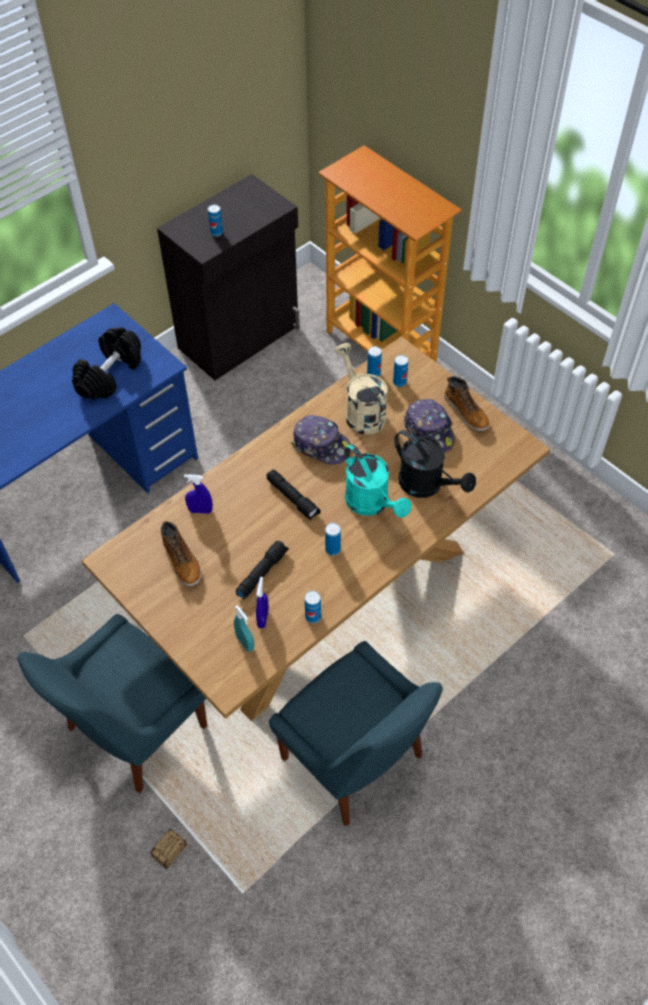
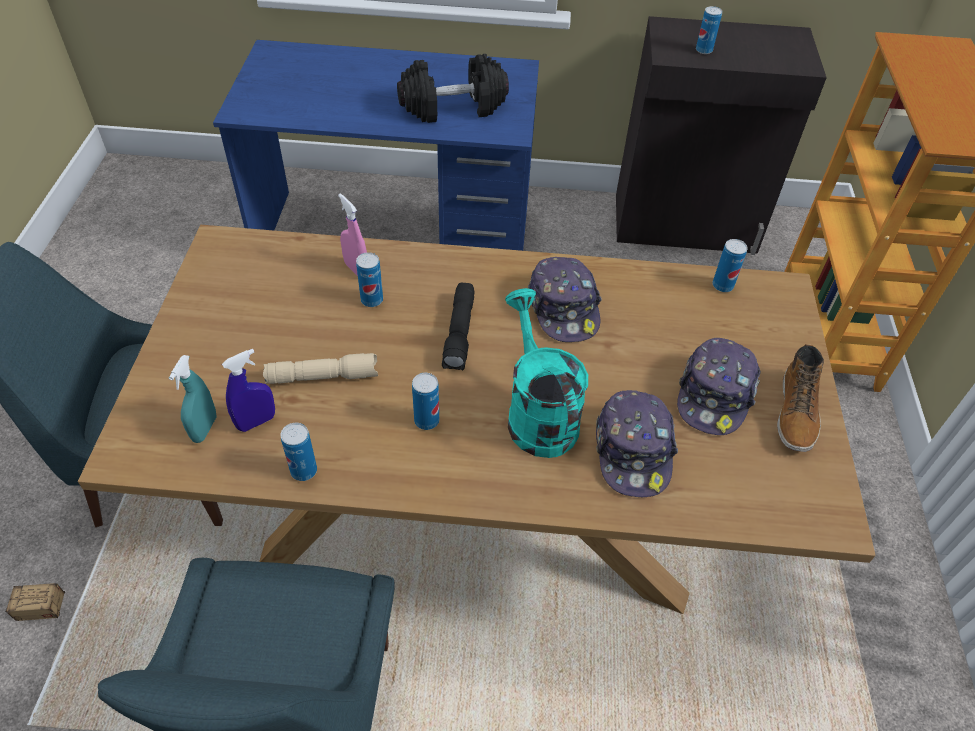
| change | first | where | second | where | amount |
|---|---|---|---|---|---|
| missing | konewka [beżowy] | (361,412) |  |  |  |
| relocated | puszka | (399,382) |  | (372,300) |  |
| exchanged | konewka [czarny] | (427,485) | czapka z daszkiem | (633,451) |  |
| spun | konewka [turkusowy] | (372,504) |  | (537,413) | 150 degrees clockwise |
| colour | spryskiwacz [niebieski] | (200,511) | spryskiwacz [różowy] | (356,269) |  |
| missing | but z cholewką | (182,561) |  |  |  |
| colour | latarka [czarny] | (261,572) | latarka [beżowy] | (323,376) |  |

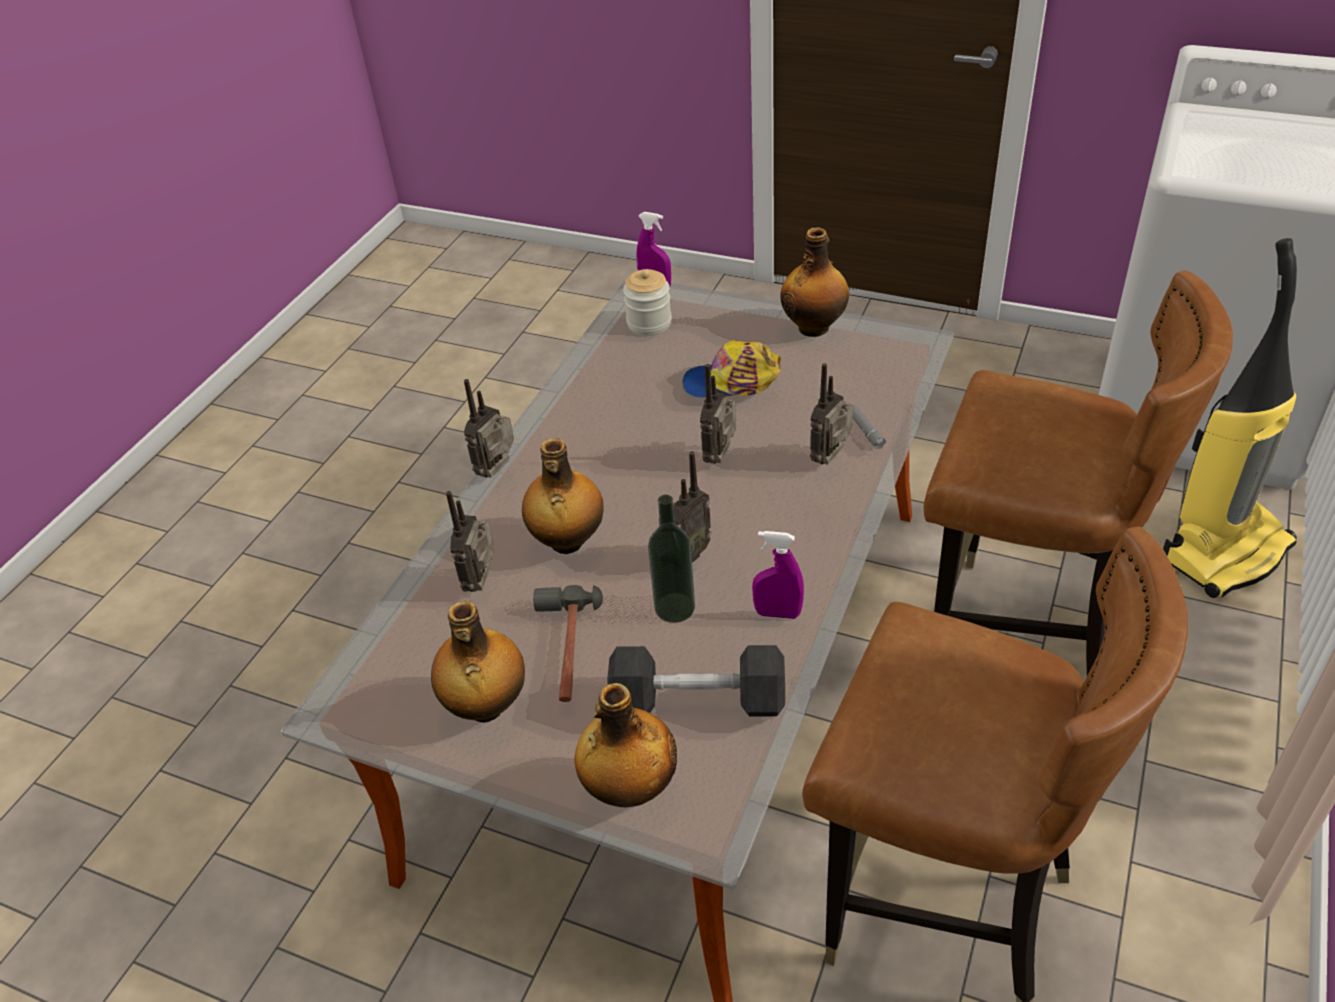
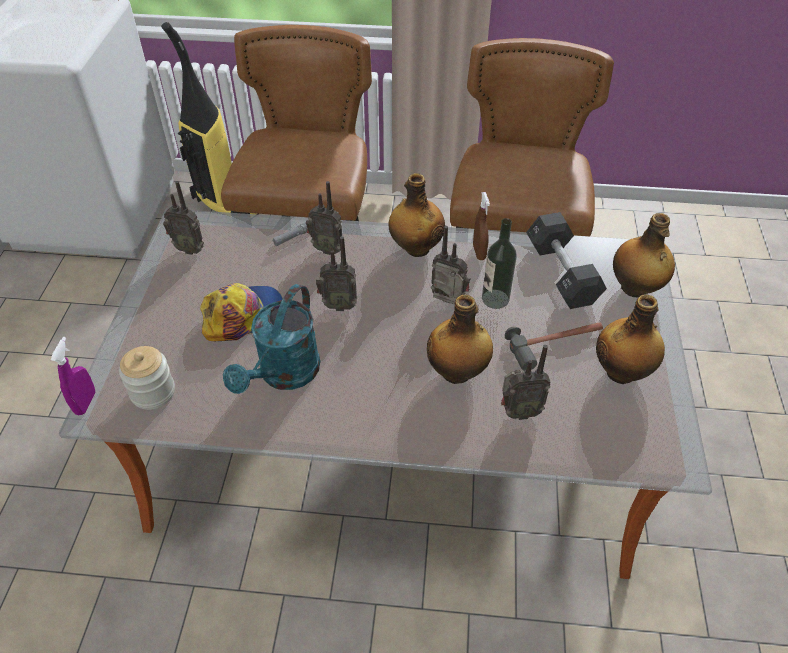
| change | first | where | second | where | amount |
|---|---|---|---|---|---|
| relocated | butelka | (814,327) |  | (416,248) |  |
| spun | czapka z daszkiem | (732,383) |  | (244,316) | 90 degrees counterclockwise |
| relocated | radio | (499,471) |  | (190,249) |  |
| colour | spryskiwacz [fioletowy] | (777,613) | spryskiwacz [brązowy] | (479,252) |  |
| appeared |  |  | konewka [turkusowy] | (284,375) |  |

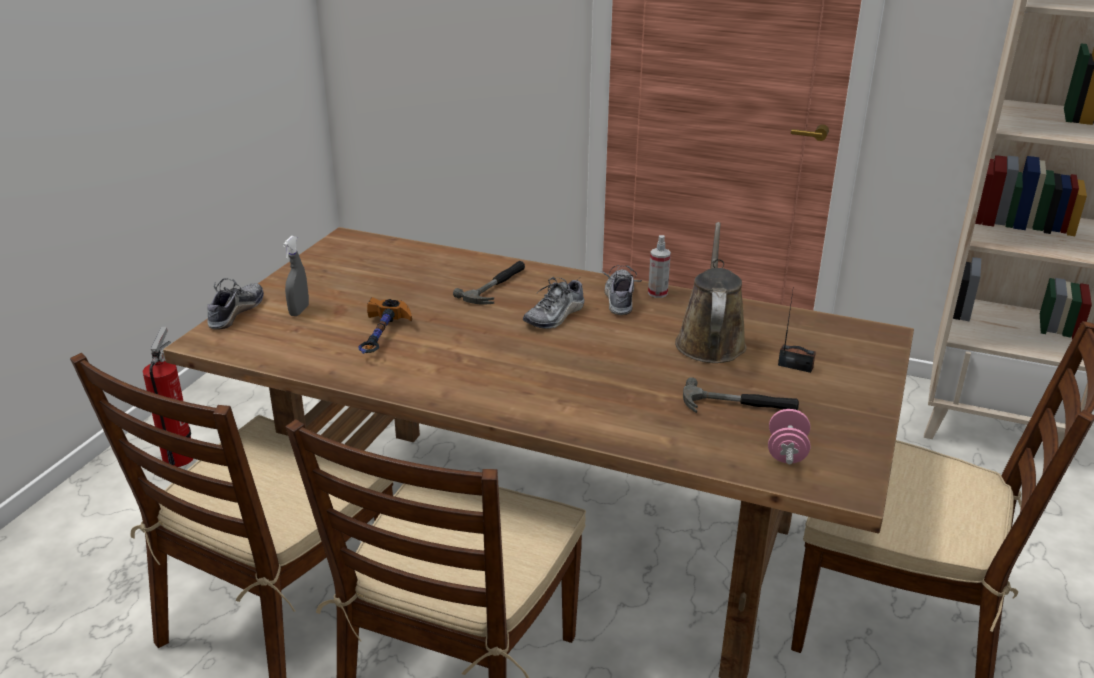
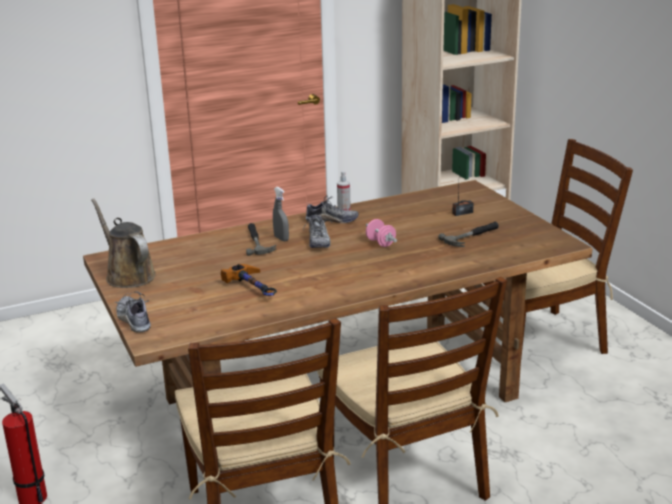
| change | first | where | second | where | amount |
|---|---|---|---|---|---|
| relocated | konewka [brązowy] | (710,341) |  | (128,275) |  |
| relocated | spryskiwacz [szary] | (299,311) |  | (281,238) |  |
| spun | but | (620,299) |  | (332,220) | 135 degrees clockwise |
| relocated | hantel [różowy] | (786,452) |  | (380,243) |  |

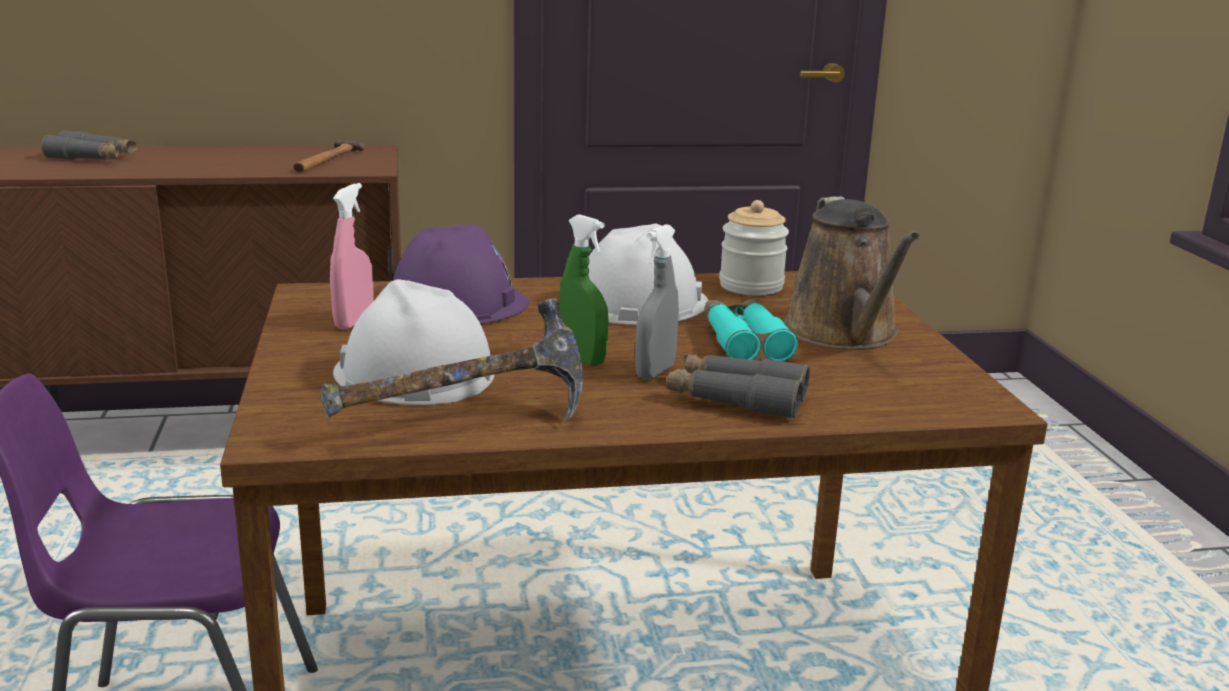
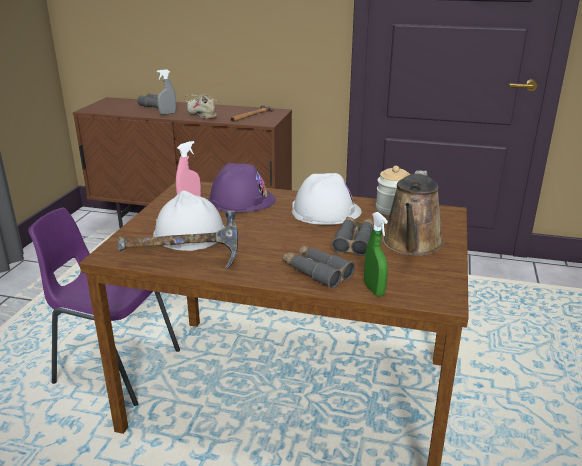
| change | first | where | second | where | amount |
|---|---|---|---|---|---|
| relocated | spryskiwacz [zielony] | (582,359) |  | (374,290) |  |
| relocated | spryskiwacz [szary] | (655,372) |  | (167,114) |  |
| colour | lornetka [turkusowy] | (744,342) | lornetka [szary] | (354,241) |  |
| appeared |  |  | but [beżowy] | (202,114) |  |

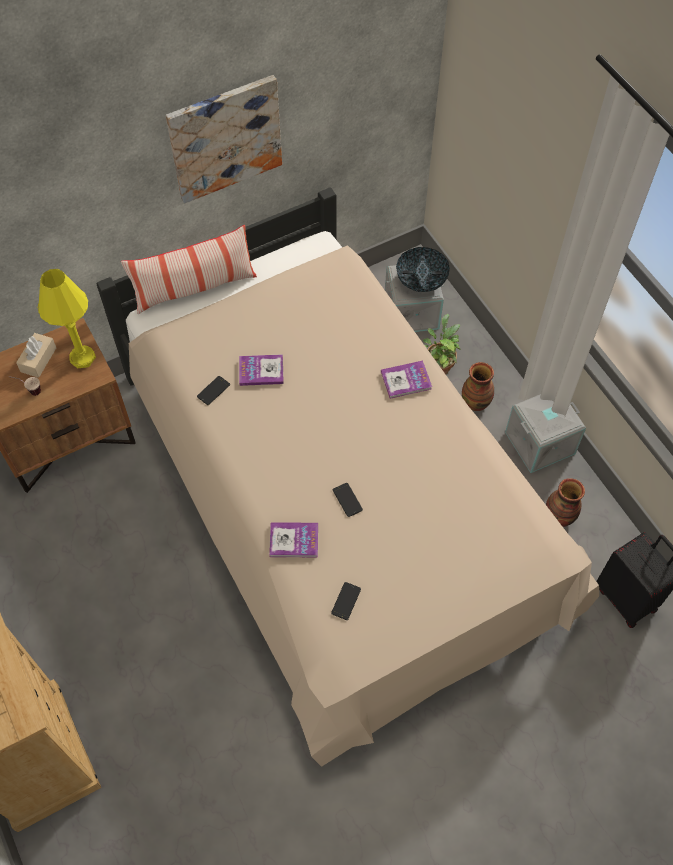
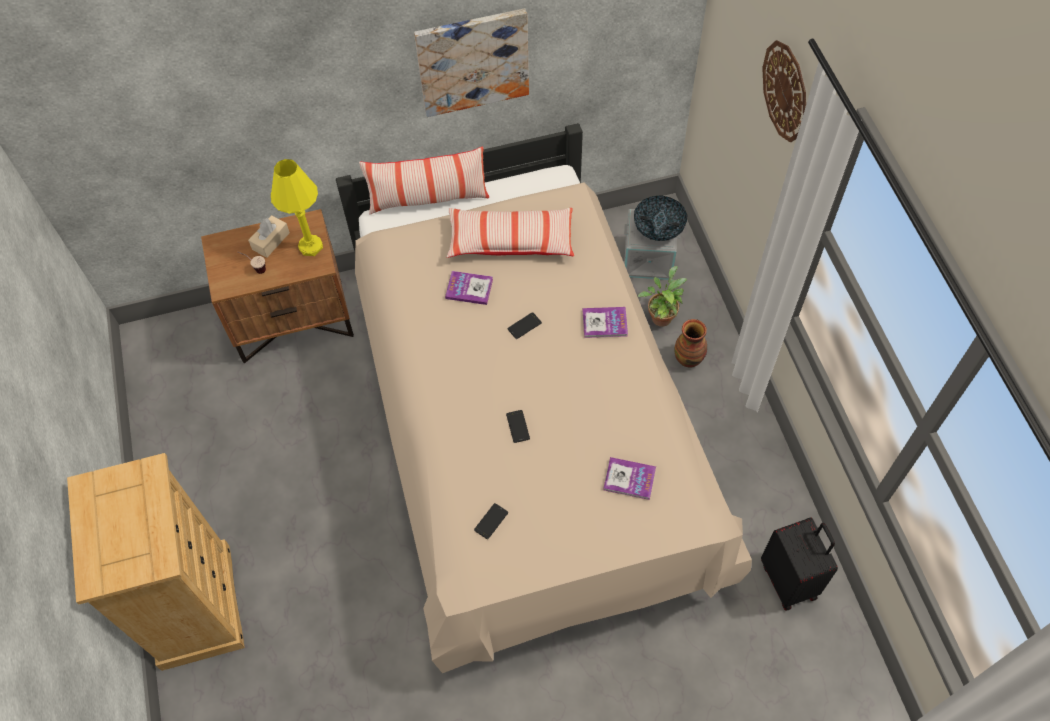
| change | first | where | second | where | amount |
|---|---|---|---|---|---|
| relocated | telefon | (213,390) |  | (524,326) |  |
| missing | pojemnik do przechowywania [szary] | (539,442) |  |  |  |
| missing | wazon | (559,517) |  |  |  |
| relocated | książka | (294,540) |  | (629,479) |  |
| appeared |  |  | zegar ścienny | (785,91) |  |
| appeared |  |  | poduszka | (511,241) |  |

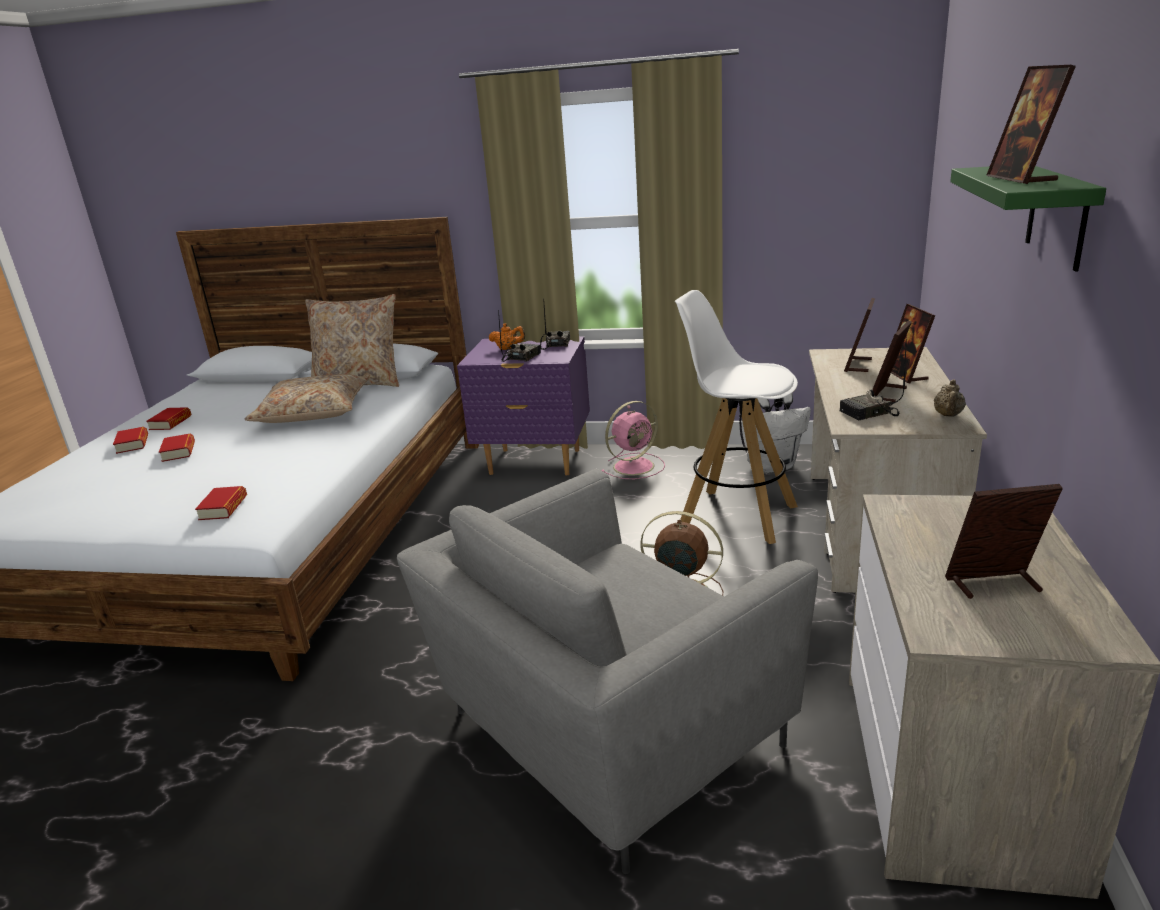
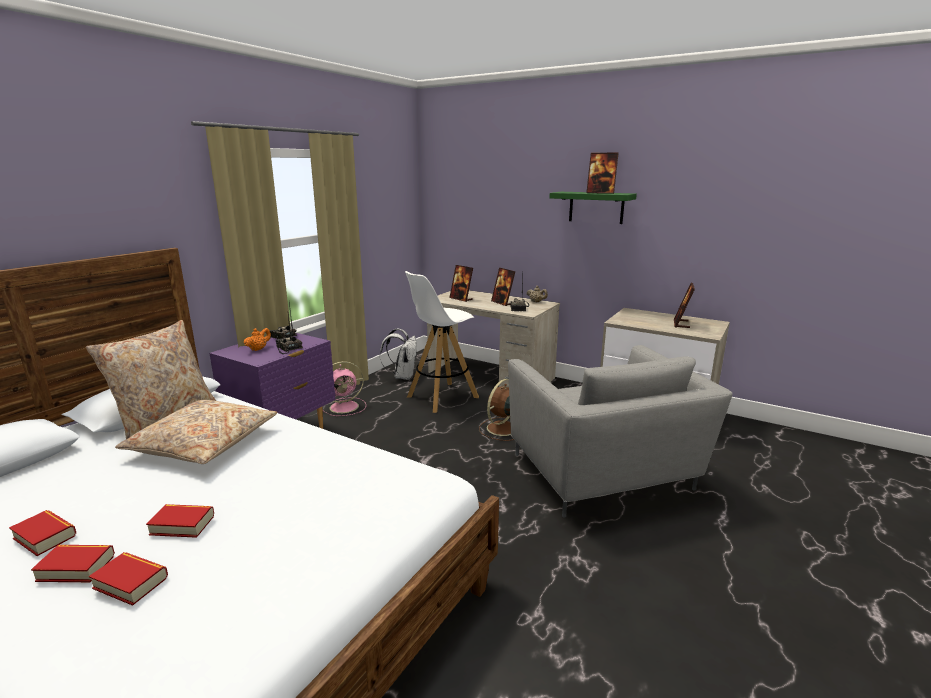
| change | first | where | second | where | amount |
|---|---|---|---|---|---|
| missing | ramka na zdjęcie | (906,375) |  |  |  |
| spun | wentylator [różowy] | (635,466) |  | (345,407) | 75 degrees clockwise |
| relocated | książka | (223,508) |  | (131,582) |  |

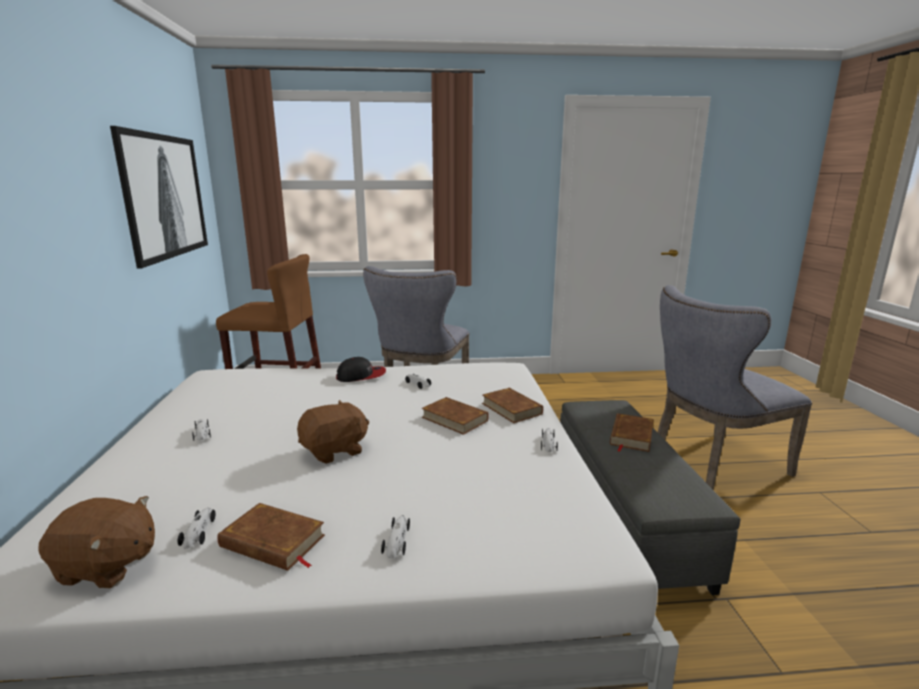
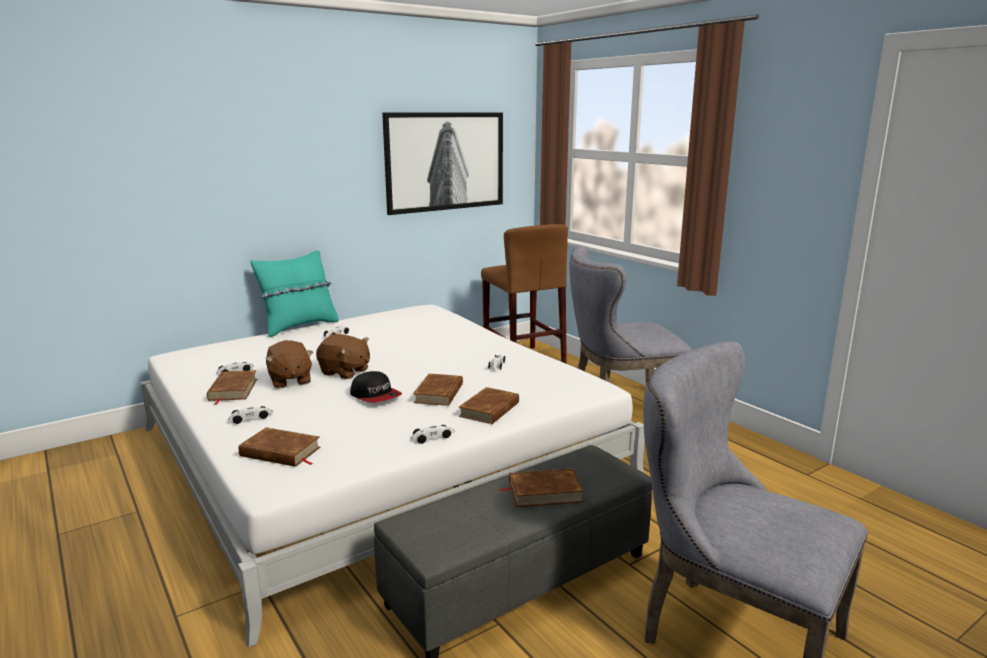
| change | first | where | second | where | amount |
|---|---|---|---|---|---|
| relocated | czapka z daszkiem | (361,376) |  | (375,395) |  |
| relocated | pluszak [brązowy] | (107,566) |  | (289,380) |  |
| appeared |  |  | poduszka [turkusowy] | (299,326) |  |
| appeared |  |  | książka [brązowy] | (280,452) |  |

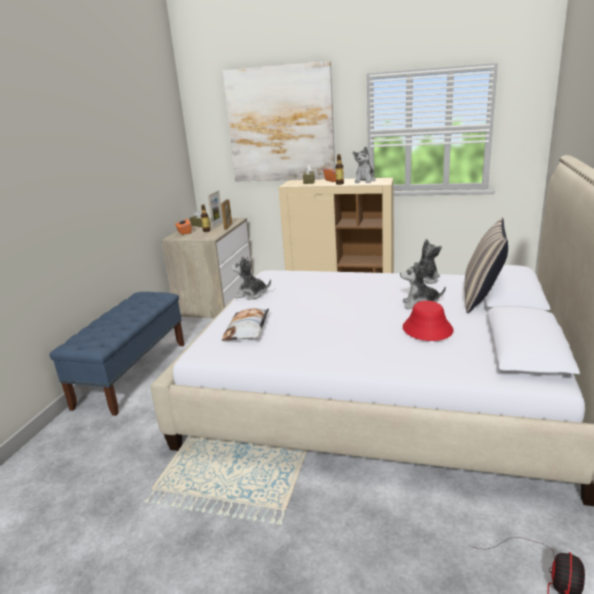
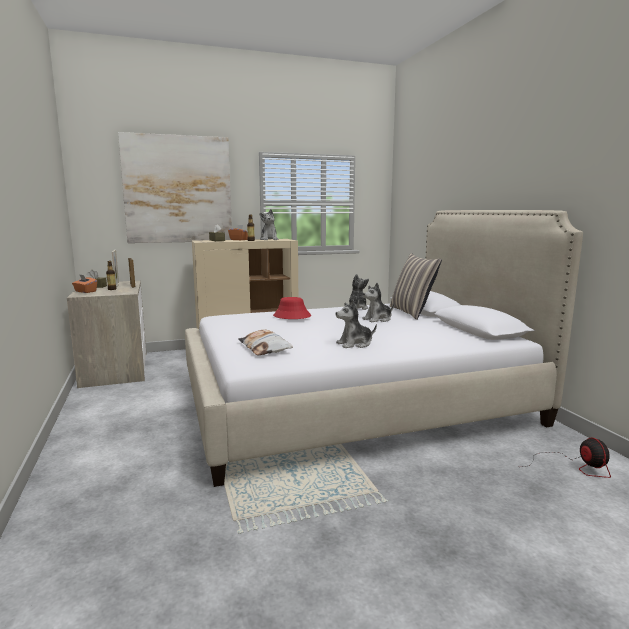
| change | first | where | second | where | amount |
|---|---|---|---|---|---|
| relocated | pluszak | (251,295) |  | (355,344) |  |
| missing | ławka [niebieski] | (133,373) |  |  |  |
| relocated | kapelusz [czerwony] | (427,329) |  | (291,316) |  |

